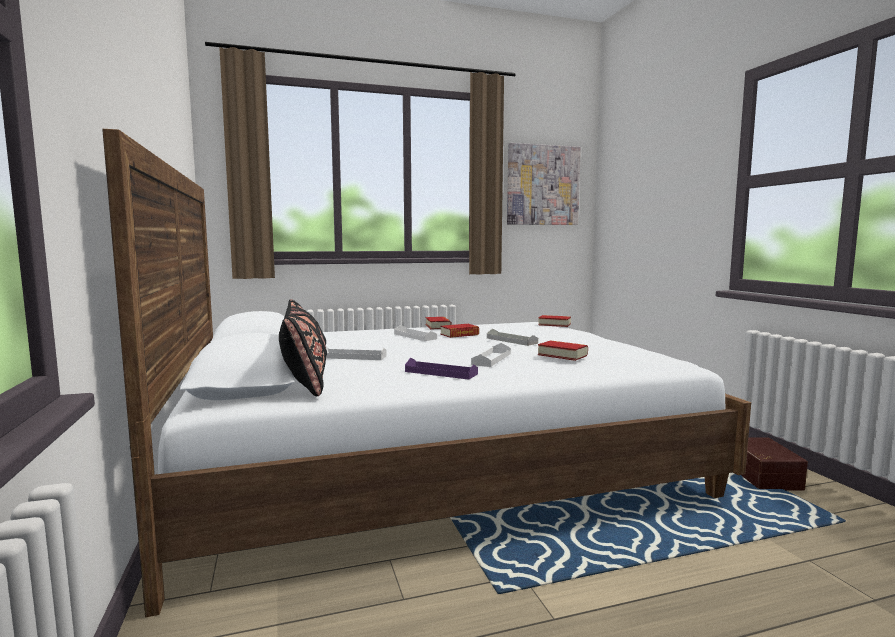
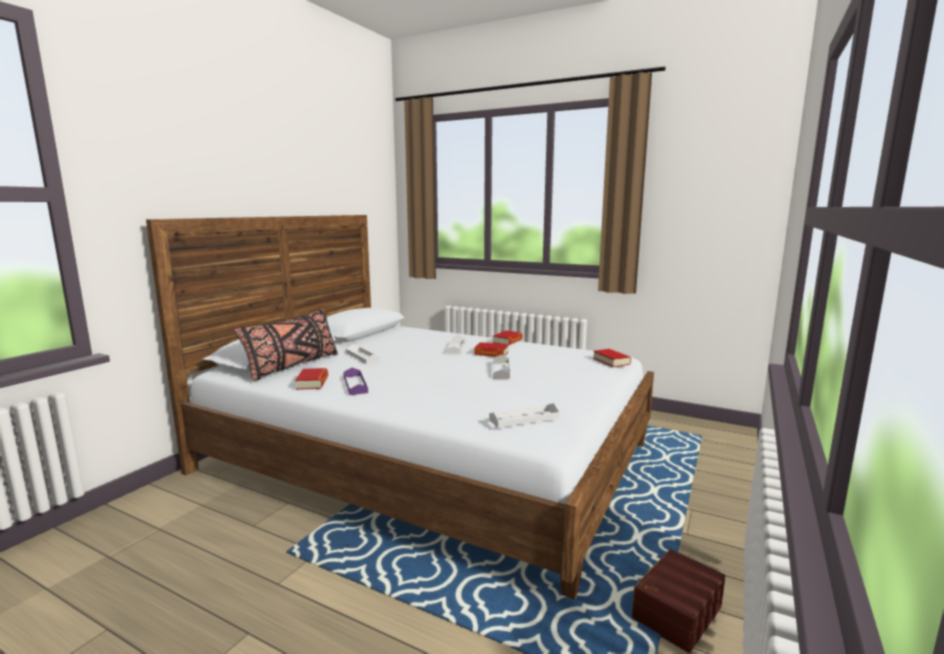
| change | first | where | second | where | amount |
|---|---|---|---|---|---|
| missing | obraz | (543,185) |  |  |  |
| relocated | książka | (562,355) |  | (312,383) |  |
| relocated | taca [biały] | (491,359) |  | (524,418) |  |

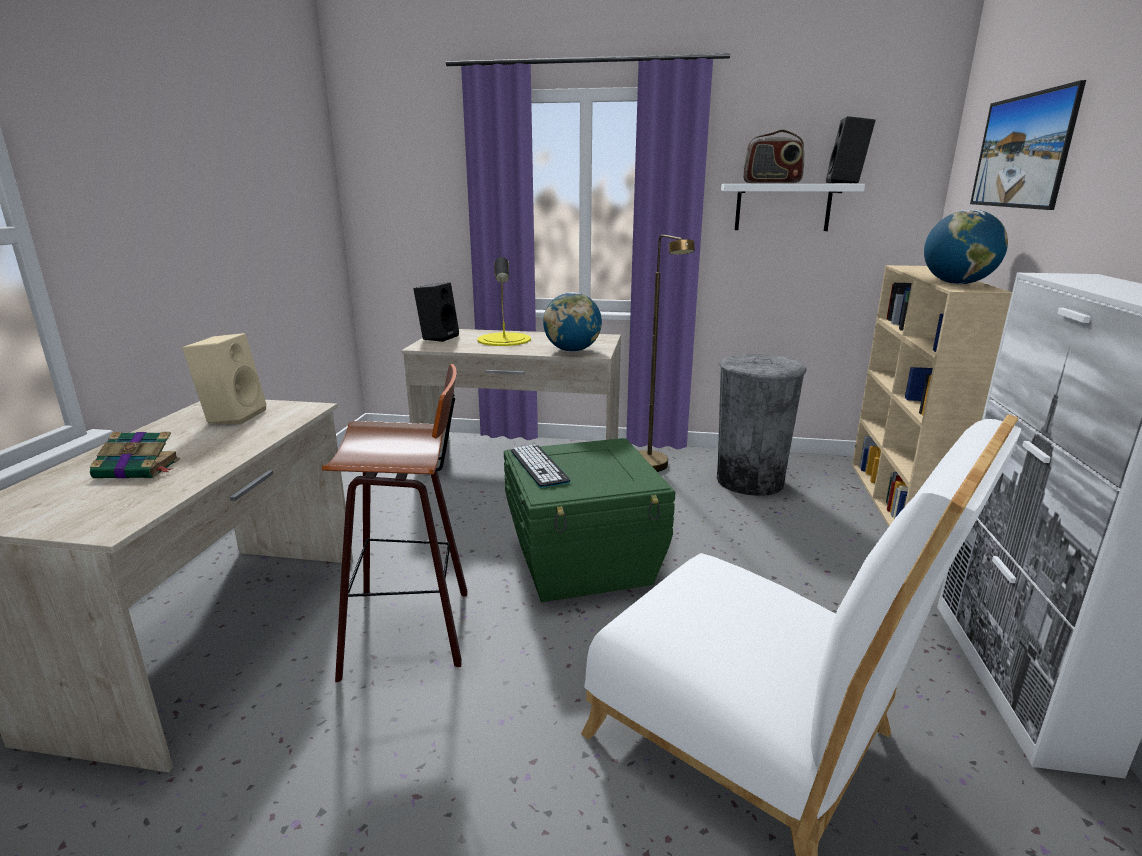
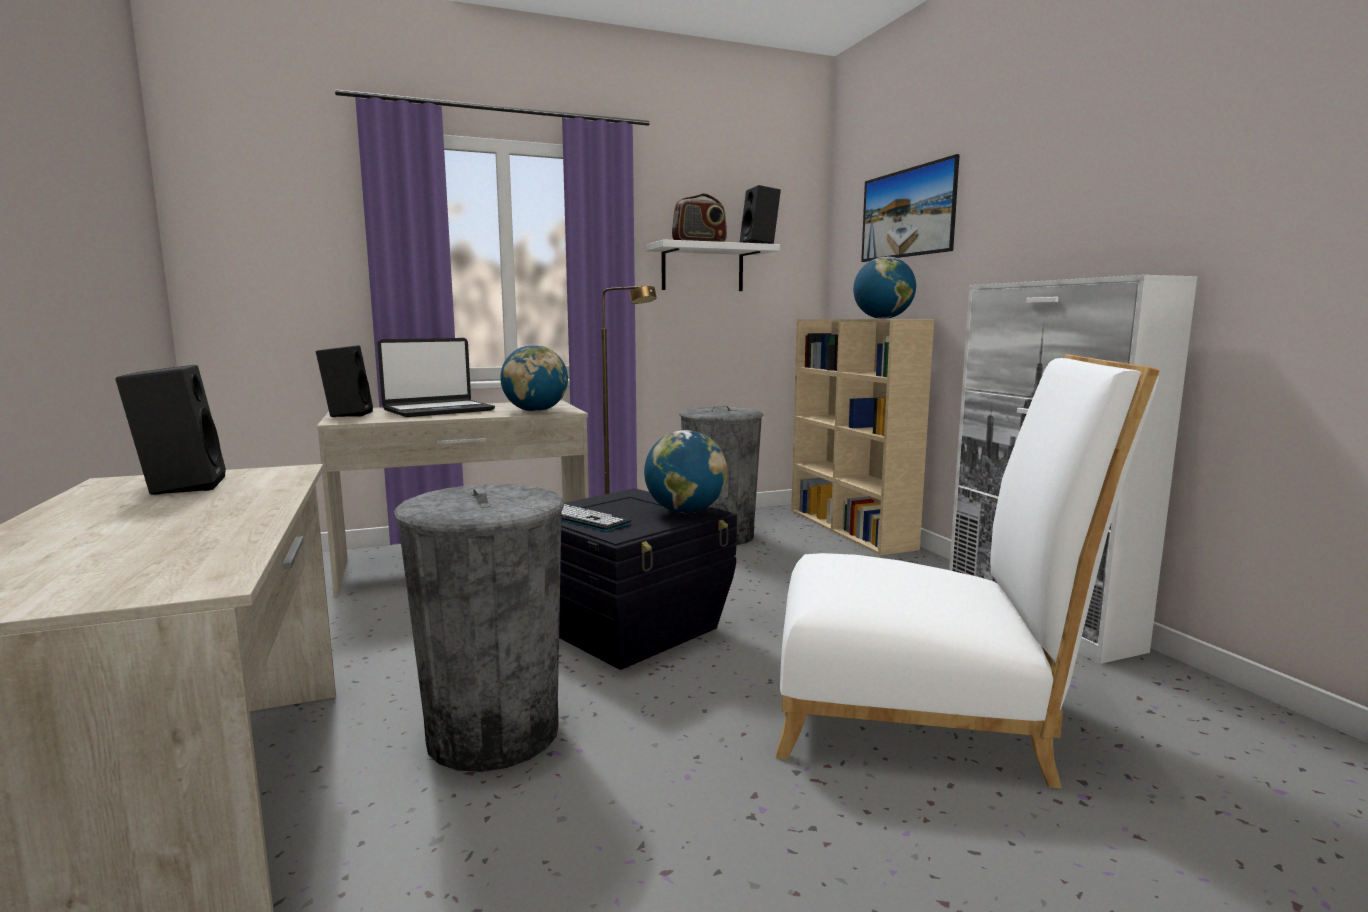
| change | first | where | second | where | amount |
|---|---|---|---|---|---|
| exchanged | lampa stołowa [żółty] | (504,339) | laptop | (438,410) |  |
| colour | głośnik [beżowy] | (233,416) | głośnik [czarny] | (180,486) |  |
| exchanged | stołek | (413,628) | kosz na śmieci [szary] | (493,732) |  |
| missing | książka | (139,469) |  |  |  |
| colour | pojemnik do przechowywania [zielony] | (584,563) | pojemnik do przechowywania [czarny] | (630,628) |  |
| appeared |  |  | globus | (685,511) |  |

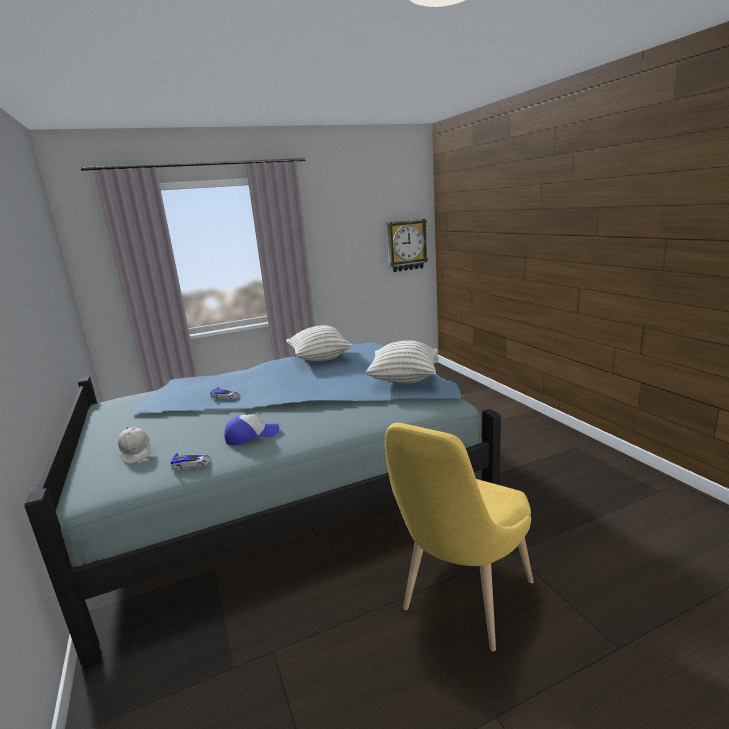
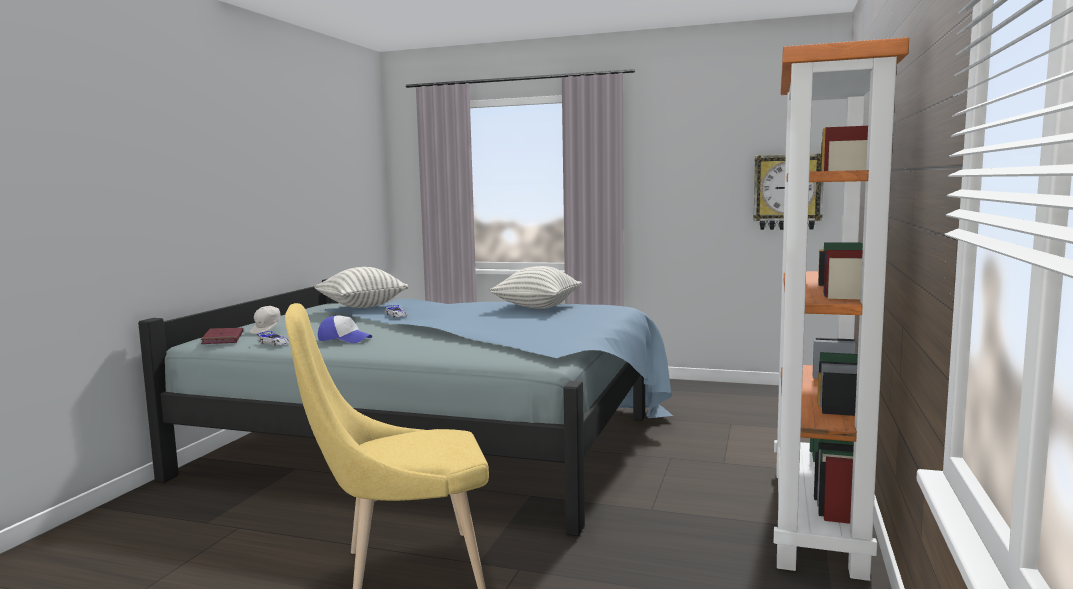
| change | first | where | second | where | amount |
|---|---|---|---|---|---|
| relocated | poduszka | (404,379) |  | (362,306) |  |
| appeared |  |  | regał [pomarańczowy] | (818,519) |  |
| appeared |  |  | książka [czerwony] | (223,339) |  |

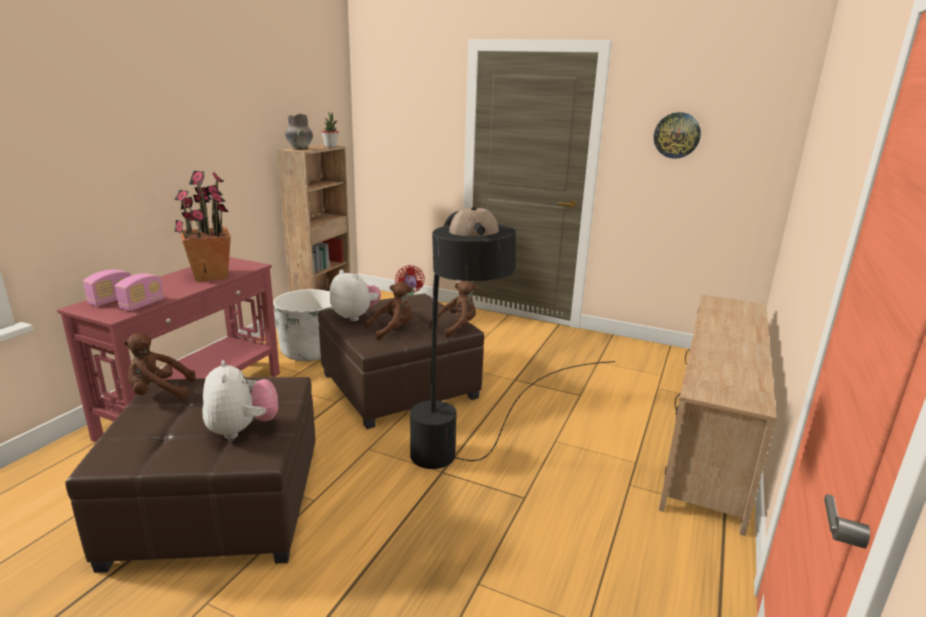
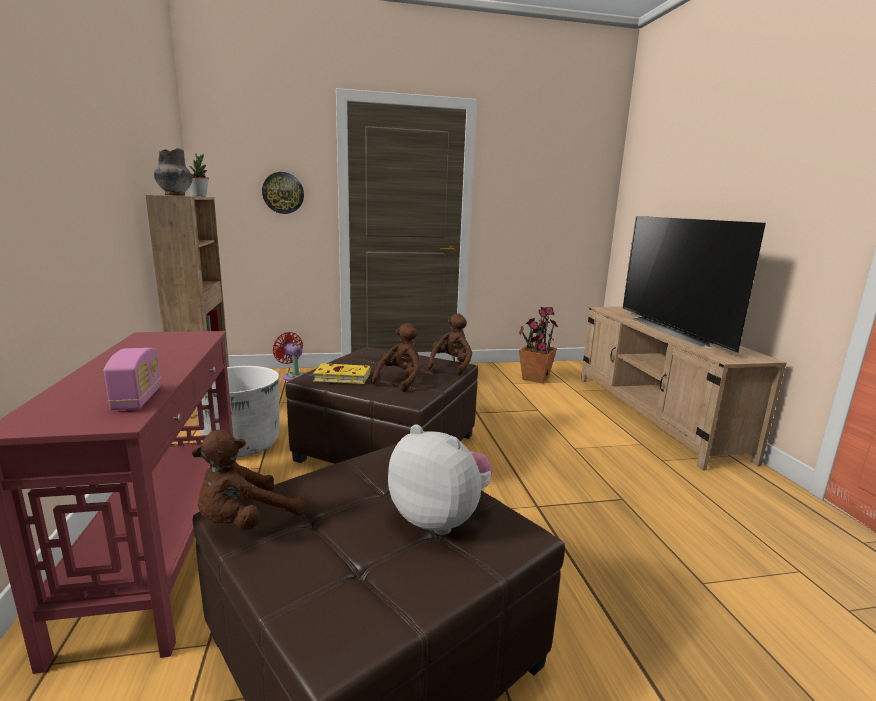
| change | first | where | second | where | amount |
|---|---|---|---|---|---|
| relocated | zegar ścienny | (677,135) |  | (283,193) |  |
| relocated | roślina doniczkowa | (210,275) |  | (535,378) |  |
| missing | lampa stojąca [czarny] | (468,488) |  |  |  |
| missing | radio | (112,300) |  |  |  |
| exchanged | pluszak | (355,316) | książka [żółty] | (340,377) |  |
| appeared |  |  | telewizor | (676,331) |  |

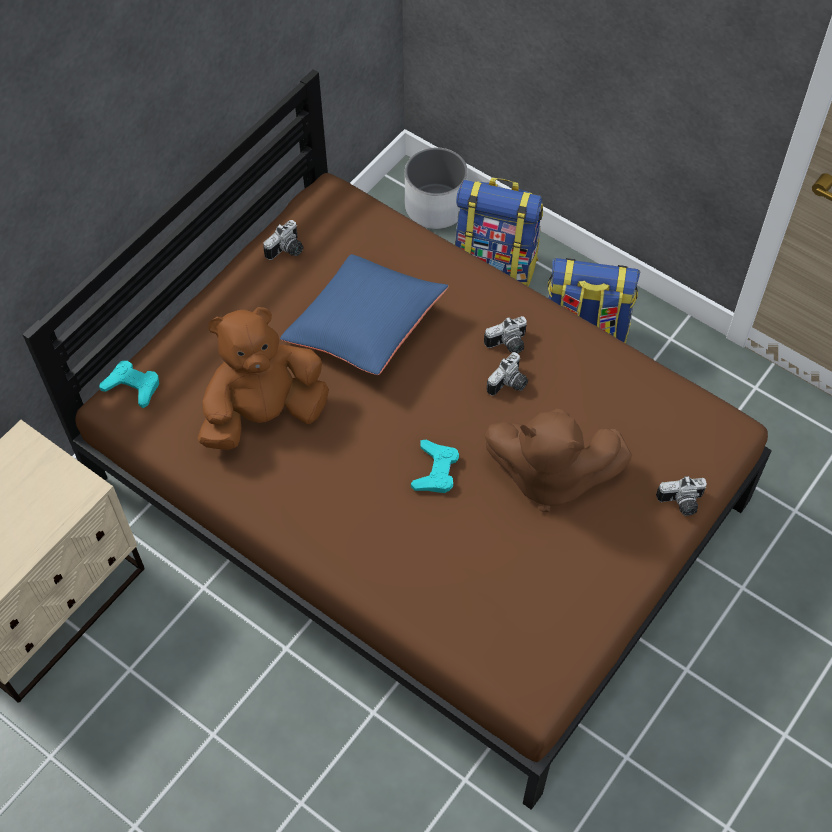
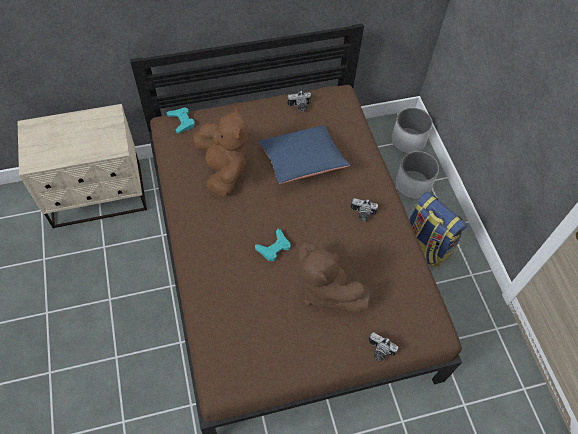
| change | first | where | second | where | amount |
|---|---|---|---|---|---|
| exchanged | plecak | (496,266) | donica [biały] | (413,185) |  |
| spun | pluszak [brązowy] | (264,414) |  | (223,170) | 60 degrees clockwise |
| missing | aparat fotograficzny | (509,384) |  |  |  |

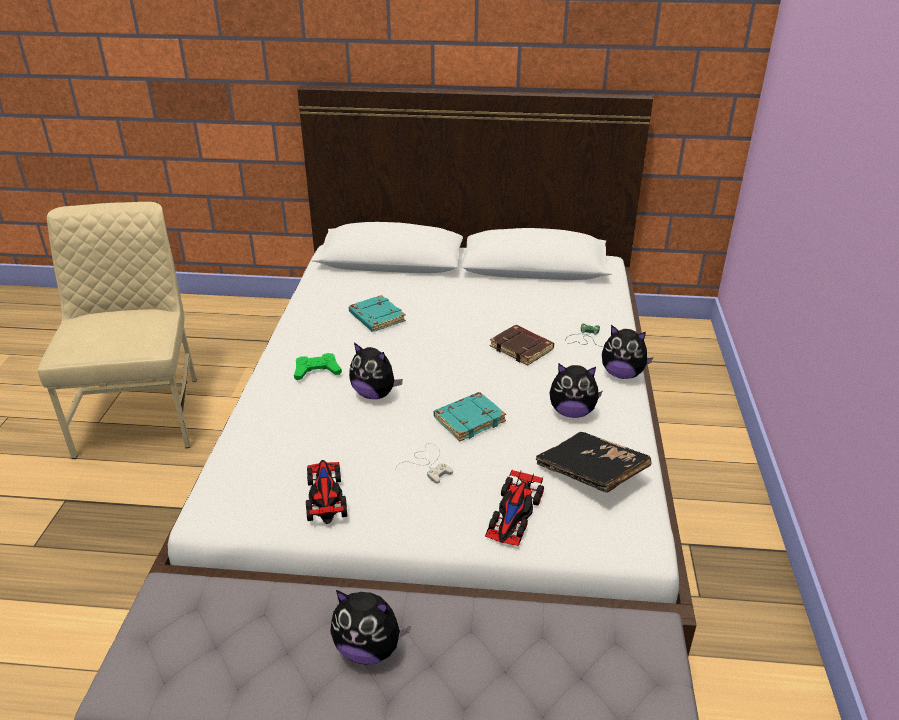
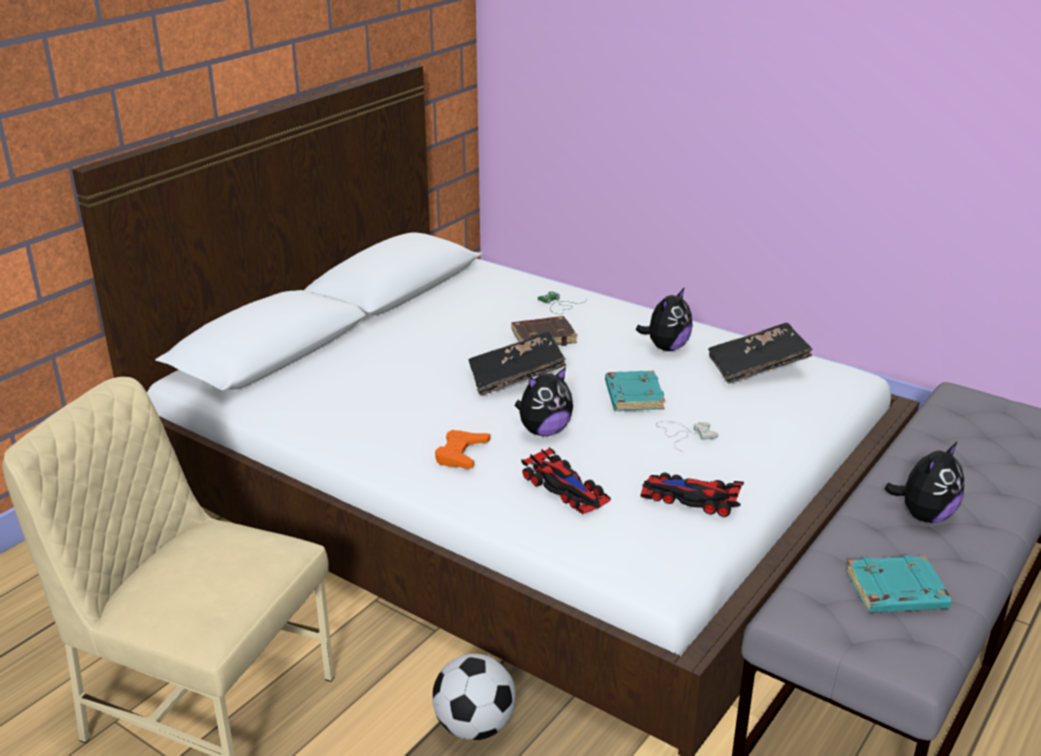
| change | first | where | second | where | amount |
|---|---|---|---|---|---|
| relocated | książka [turkusowy] | (376,317) |  | (895,592) |  |
| missing | pluszak | (622,374) |  |  |  |
| colour | pad do gier [zielony] | (317,371) | pad do gier [pomarańczowy] | (461,454) |  |
| relocated | samochodzik | (514,513) |  | (565,488) |  |
| appeared |  |  | książka [czarny] | (516,378) |  |
| appeared |  |  | piłka futbolowa | (474,726) |  |

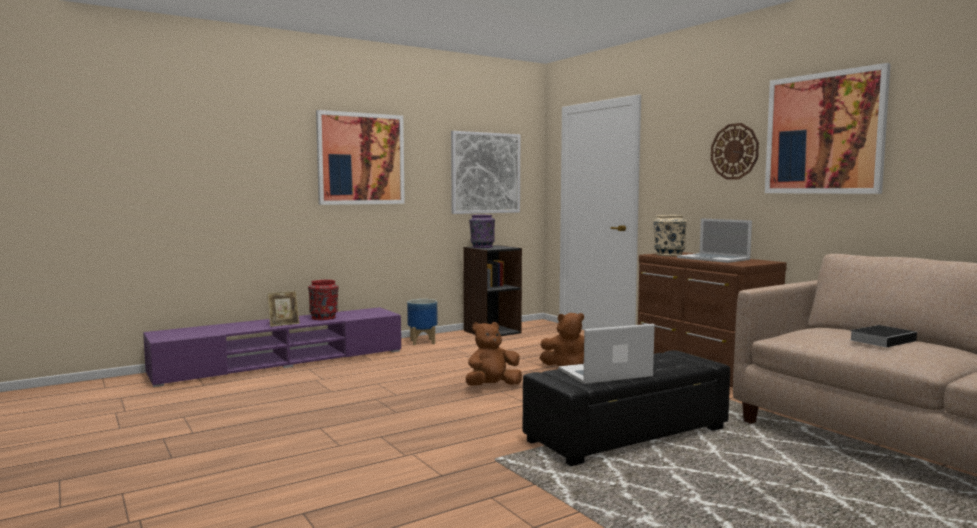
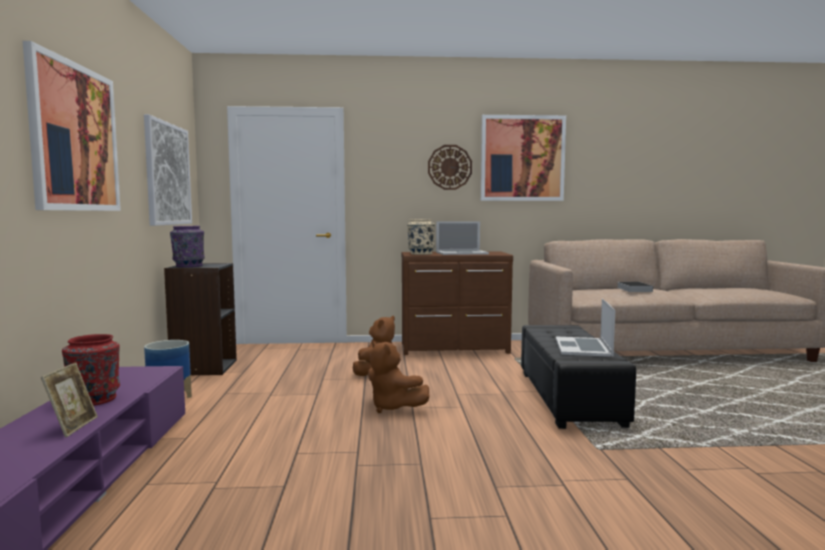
| change | first | where | second | where | amount |
|---|---|---|---|---|---|
| spun | pluszak [brązowy] | (492,386) |  | (393,407) | 45 degrees counterclockwise |

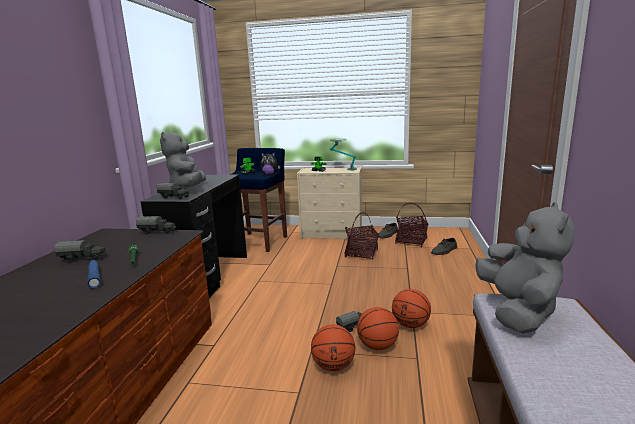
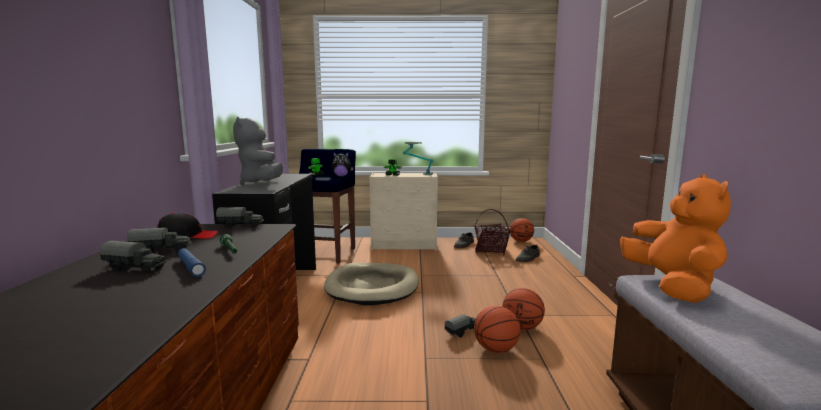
| change | first | where | second | where | amount |
|---|---|---|---|---|---|
| relocated | ciężarówka zabawkowa | (174,197) |  | (136,268) |  |
| colour | pluszak [szary] | (518,311) | pluszak [pomarańczowy] | (672,287) |  |
| missing | koszyk | (361,253) |  |  |  |
| relocated | piłka do koszykówki | (333,366) |  | (521,241) |  |
| appeared |  |  | czapka z daszkiem [czarny] | (188,236) |  |
| appeared |  |  | legowisko [beżowy] | (373,287) |  |

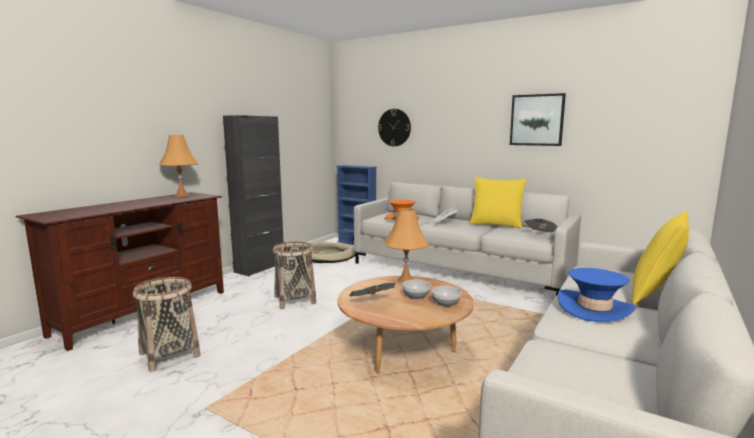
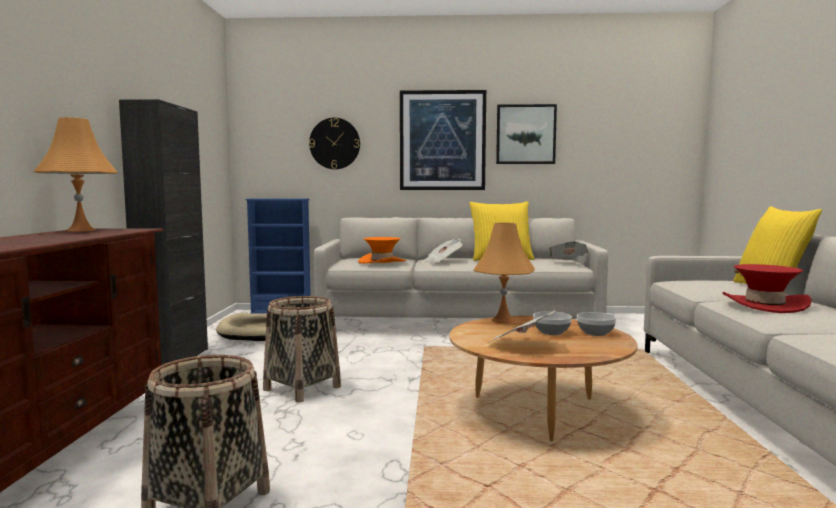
| change | first | where | second | where | amount |
|---|---|---|---|---|---|
| colour | kapelusz [niebieski] | (594,308) | kapelusz [czerwony] | (764,305) |  |
| appeared |  |  | obraz | (442,140) |  |

